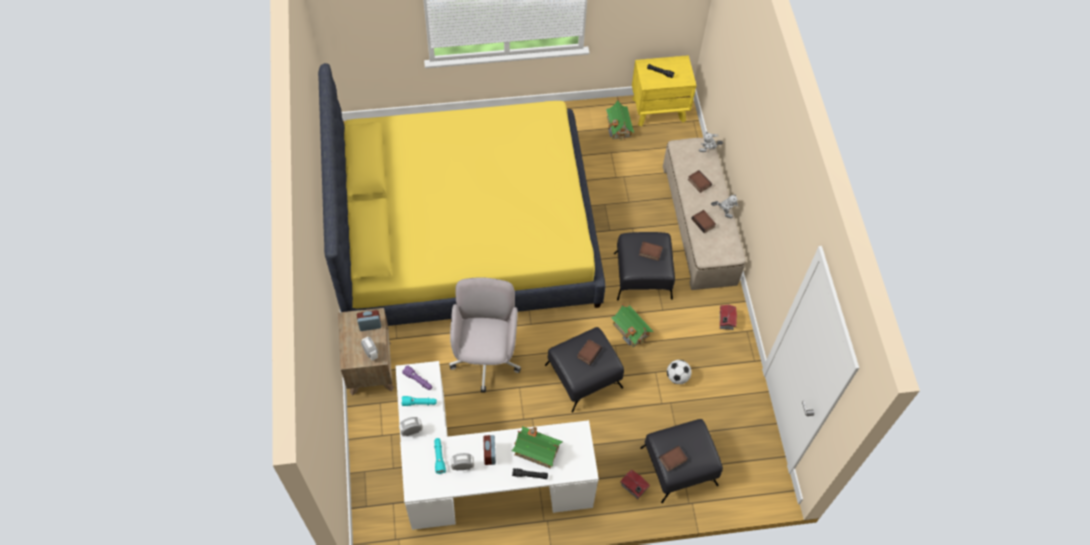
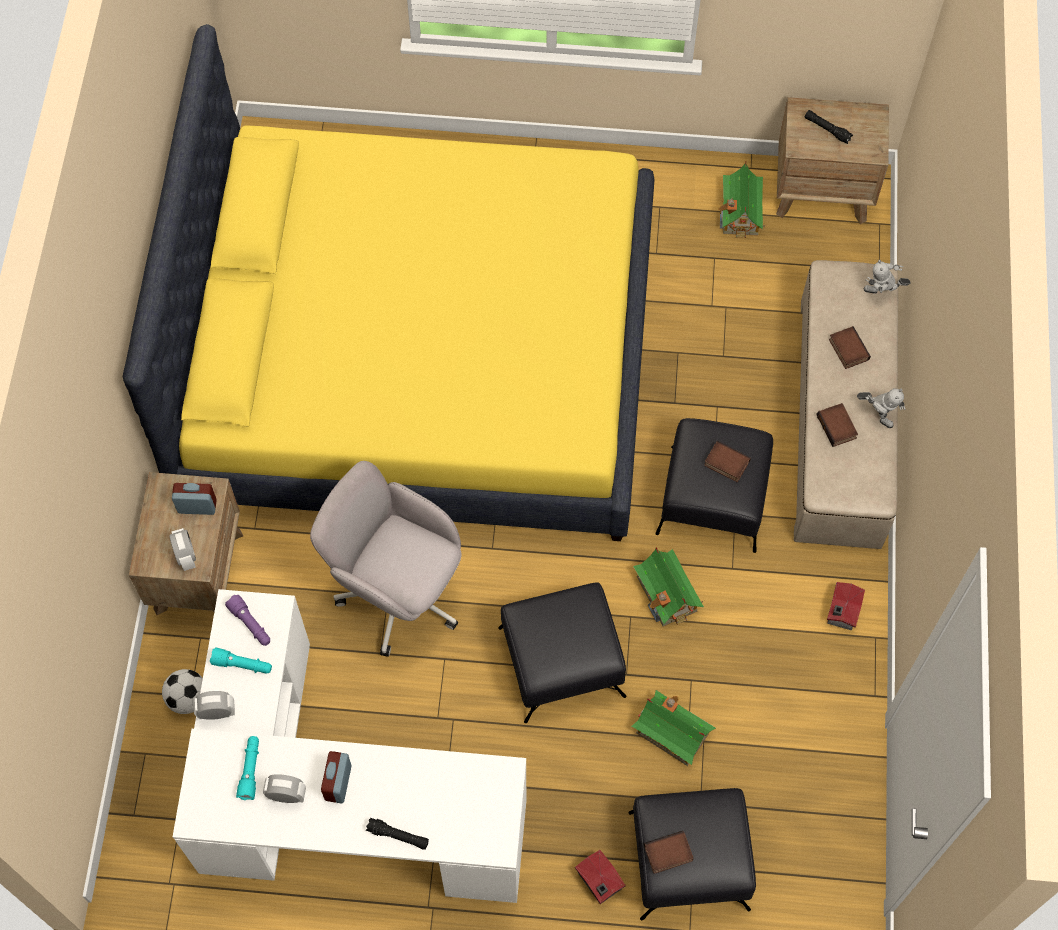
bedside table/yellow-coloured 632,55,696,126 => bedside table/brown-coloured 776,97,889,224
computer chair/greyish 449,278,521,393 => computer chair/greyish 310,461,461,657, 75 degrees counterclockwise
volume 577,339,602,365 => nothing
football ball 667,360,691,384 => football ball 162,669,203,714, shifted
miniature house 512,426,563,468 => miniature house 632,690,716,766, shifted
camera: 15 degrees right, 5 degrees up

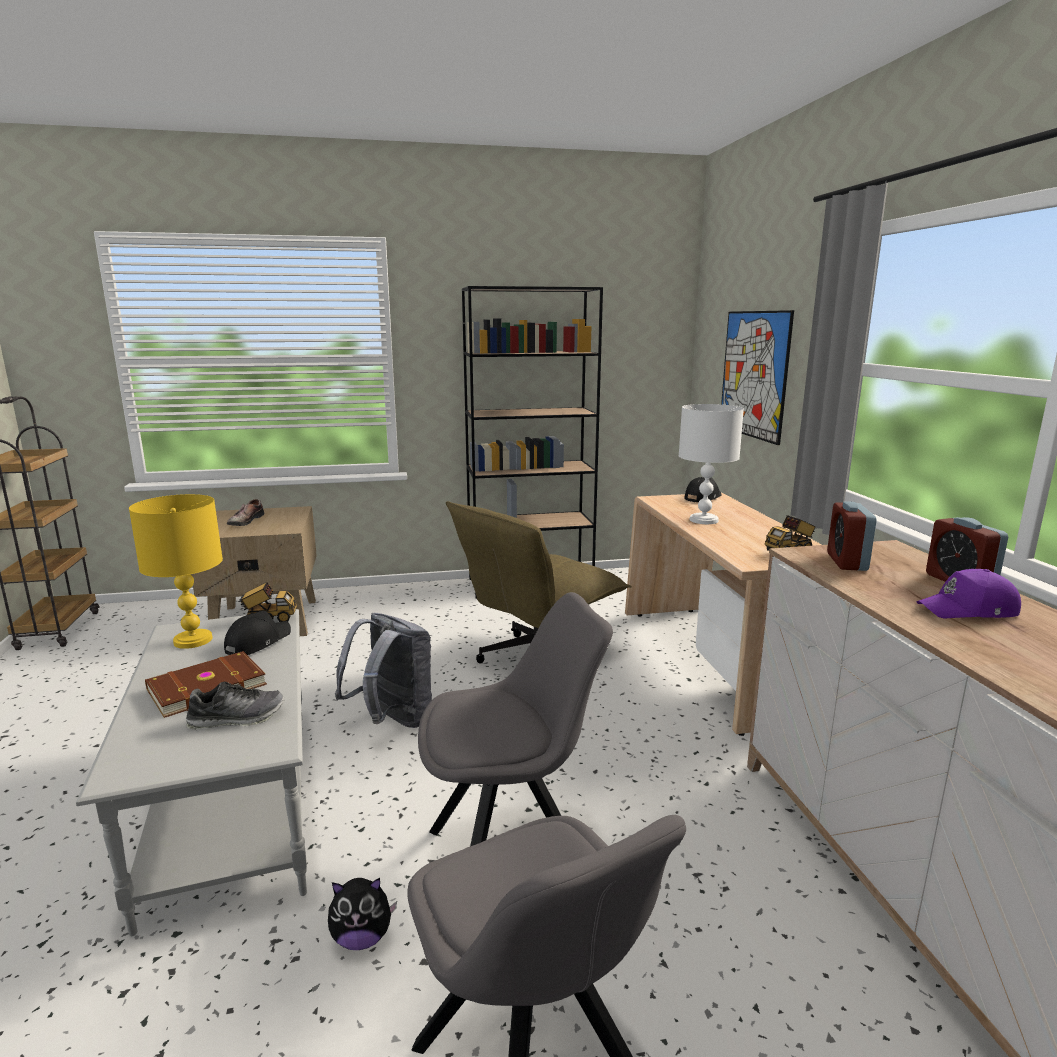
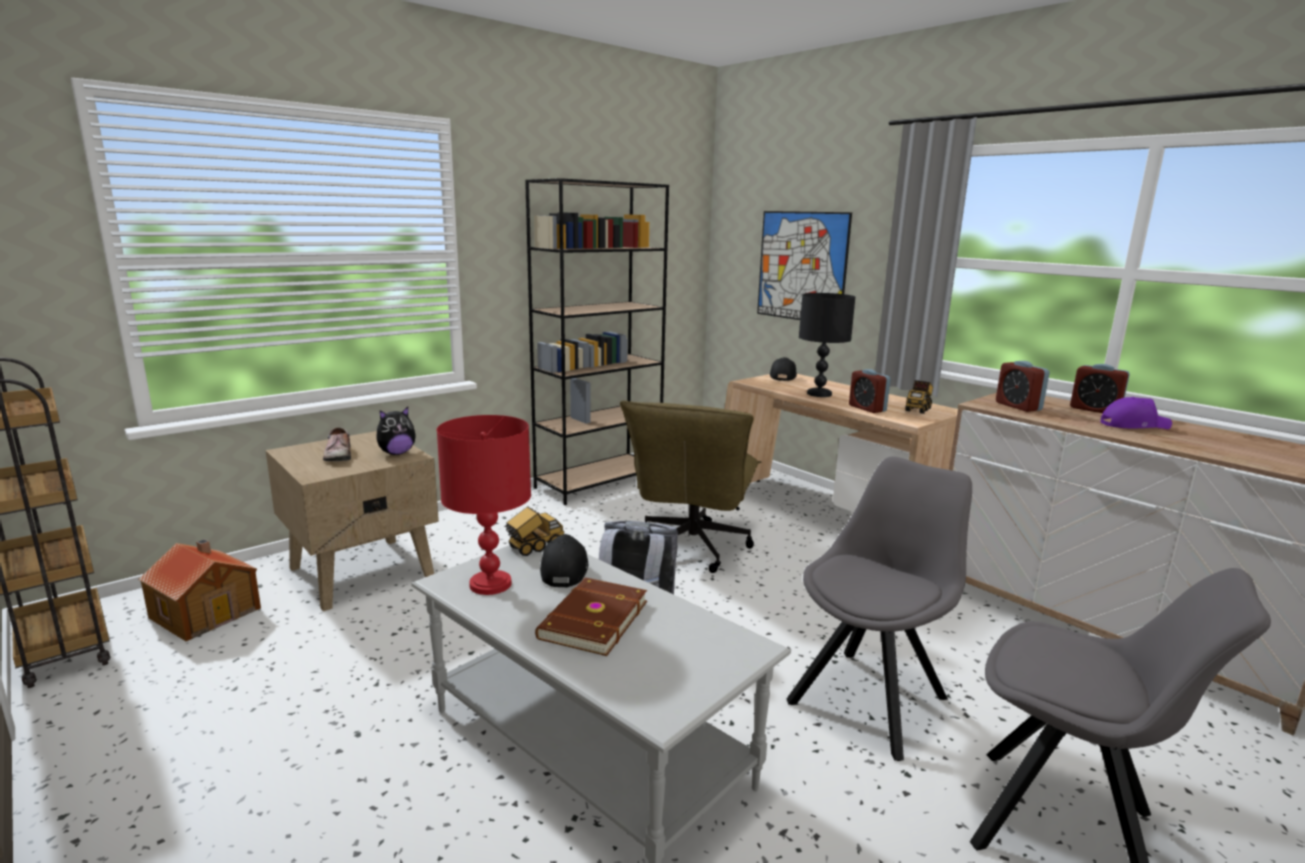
table lamp/white-coloured 679,404,744,524 => table lamp/black-coloured 799,293,855,397
table lamp/yellow-coloured 129,494,223,649 => table lamp/red-coloured 437,415,531,595
peaked cap/purple-coloured 917,569,1021,619 => peaked cap/purple-coloured 1101,397,1172,429, 150 degrees counterclockwise
item of footwear 186,682,284,730 => nothing
cuddly toy 328,878,397,950 => cuddly toy 376,407,416,455, shifted
nothing => bedside clock 849,369,891,413
nothing => miniature house 138,539,261,641
camera: 30 degrees left, 0 degrees up

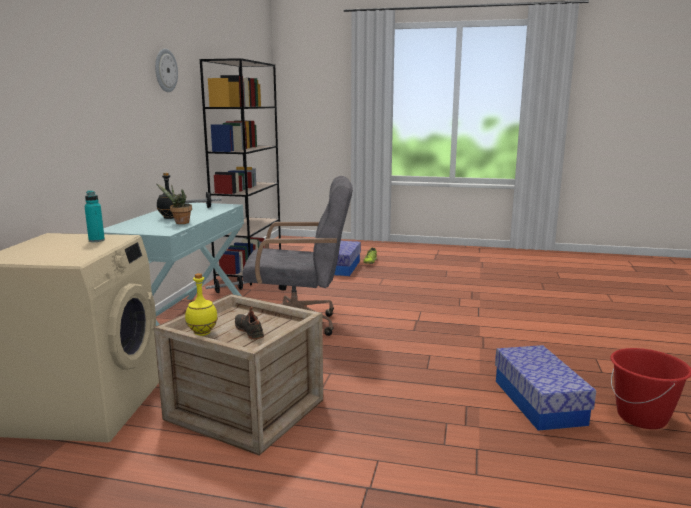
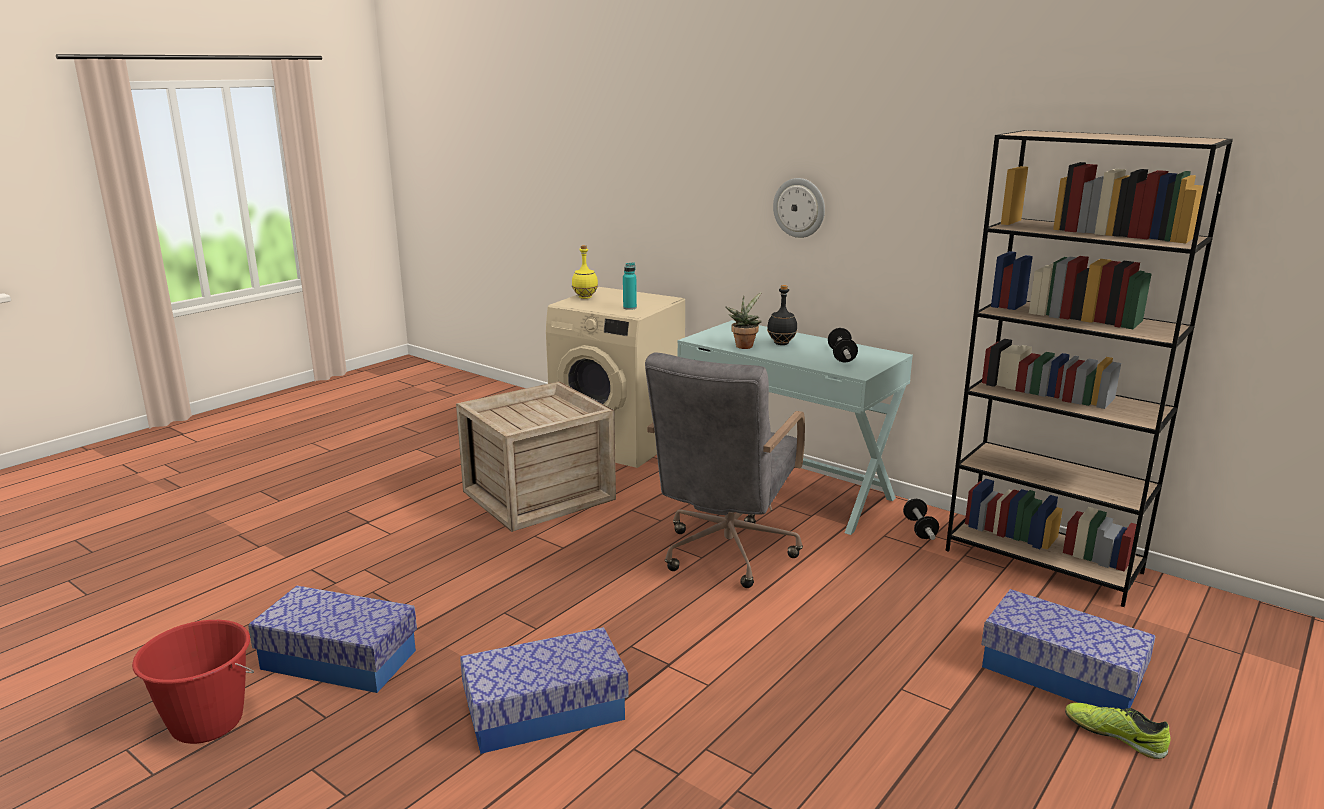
clock on the wall 155,49,178,92 => clock on the wall 773,178,825,238, shifted
bottle/yellow-coloured 185,273,218,336 => bottle/yellow-coloured 572,245,598,299, shifted
item of footwear/black-coloured 235,307,264,340 => nothing
nothing => storage box 460,627,629,754
camera: 115 degrees right, 5 degrees up

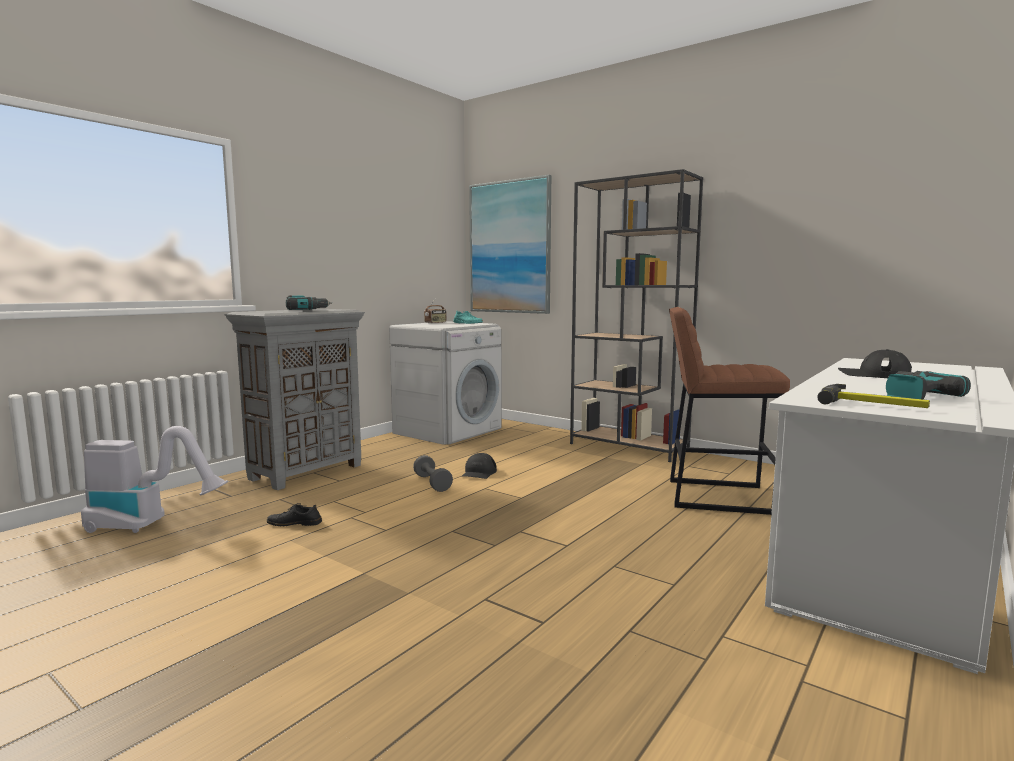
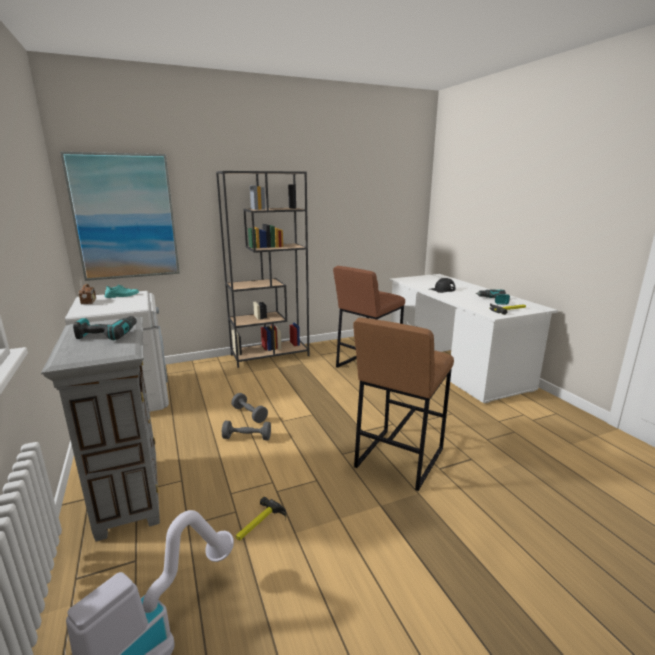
peaked cap/black-coloured 462,453,497,479 => dumbbell/greyish 231,393,268,423
item of footwear/black-coloured 267,503,322,526 => hammer 236,497,286,541
nothing => stool/brown-coloured 353,317,454,491
camera: 60 degrees left, 10 degrees up

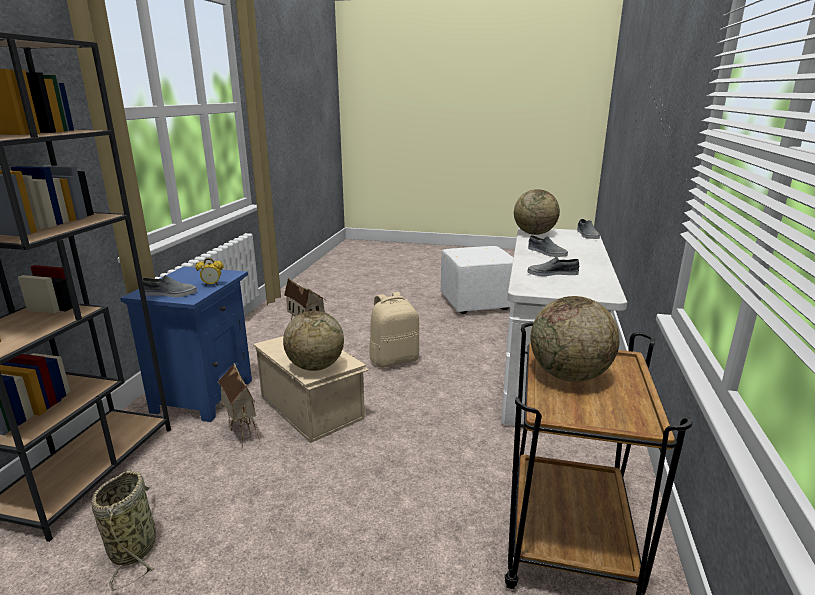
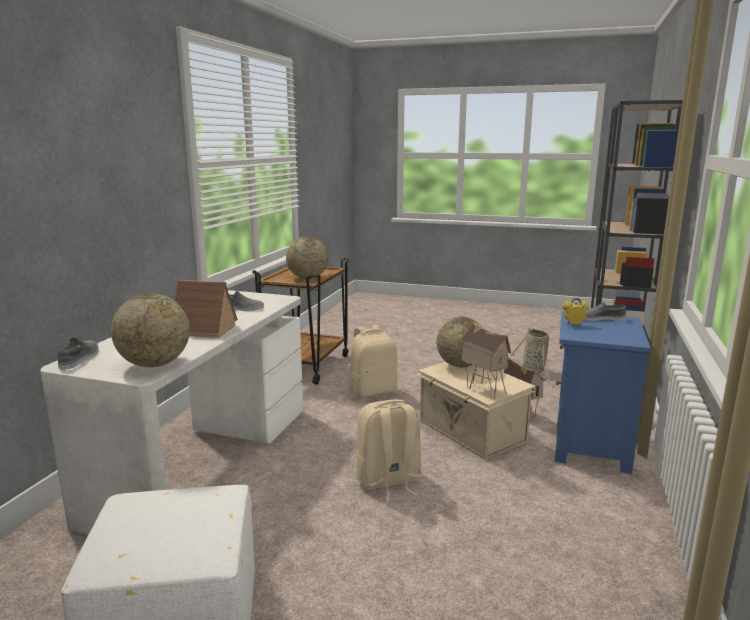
item of footwear/greyish 528,235,568,257 => miniature house 175,280,238,338
nothing => rucksack/beige 349,325,397,398
camera: 175 degrees left, 5 degrees down

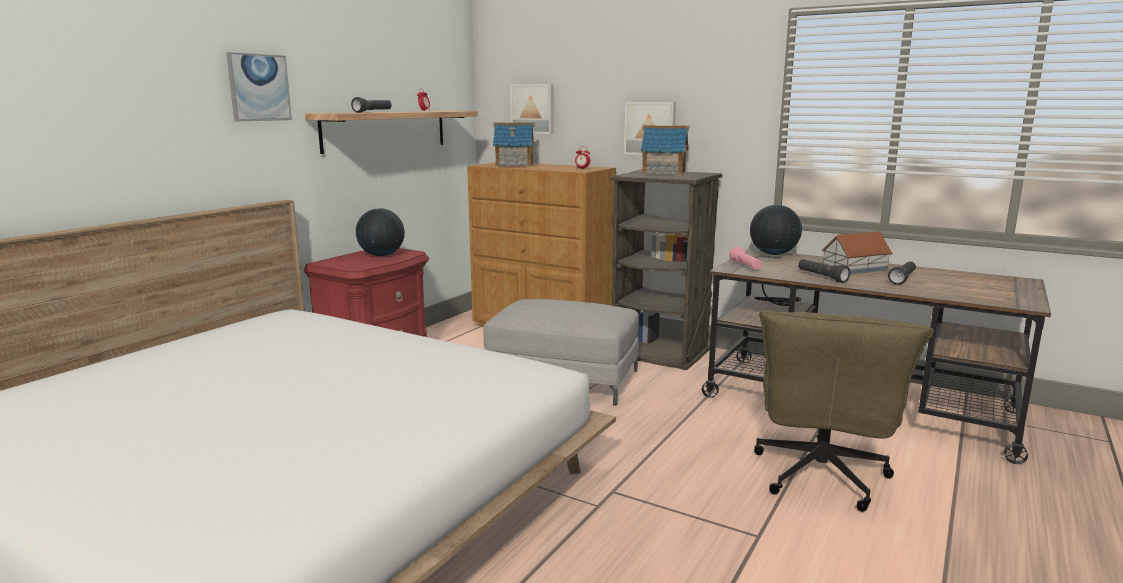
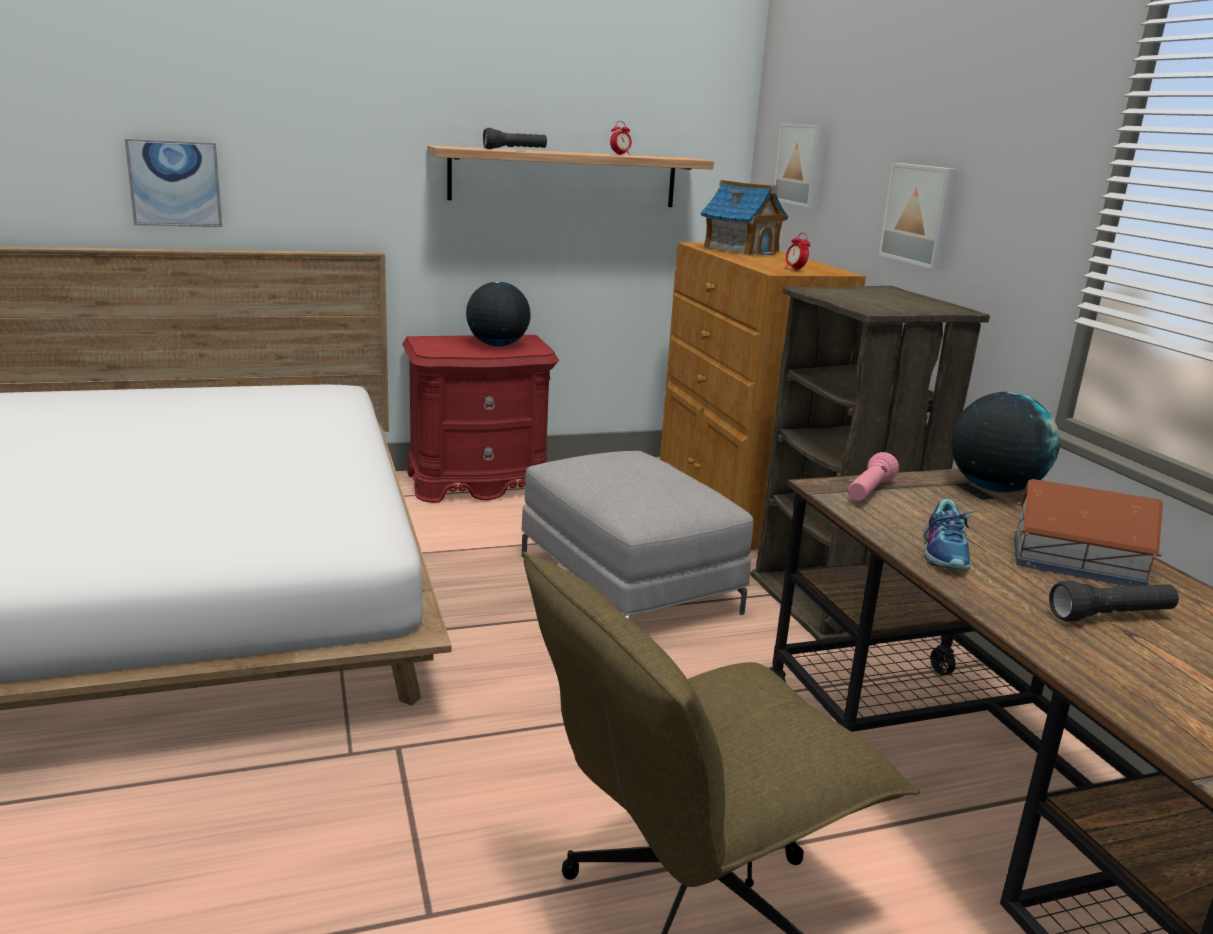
picture 226,52,292,121 => picture 125,139,222,227, shifted
miniature house 638,125,689,176 => nothing
torch/black-coloured 798,259,850,283 => item of footwear 924,499,979,570
camera: 40 degrees right, 5 degrees up

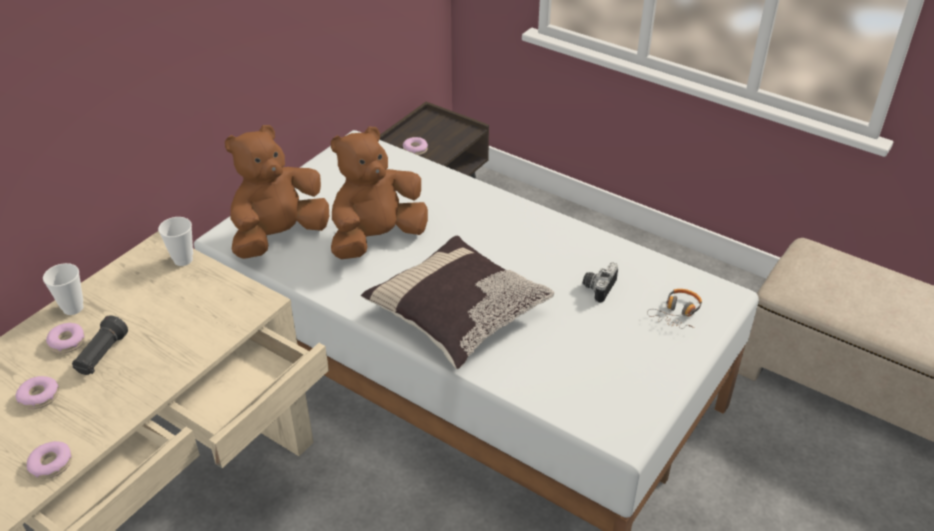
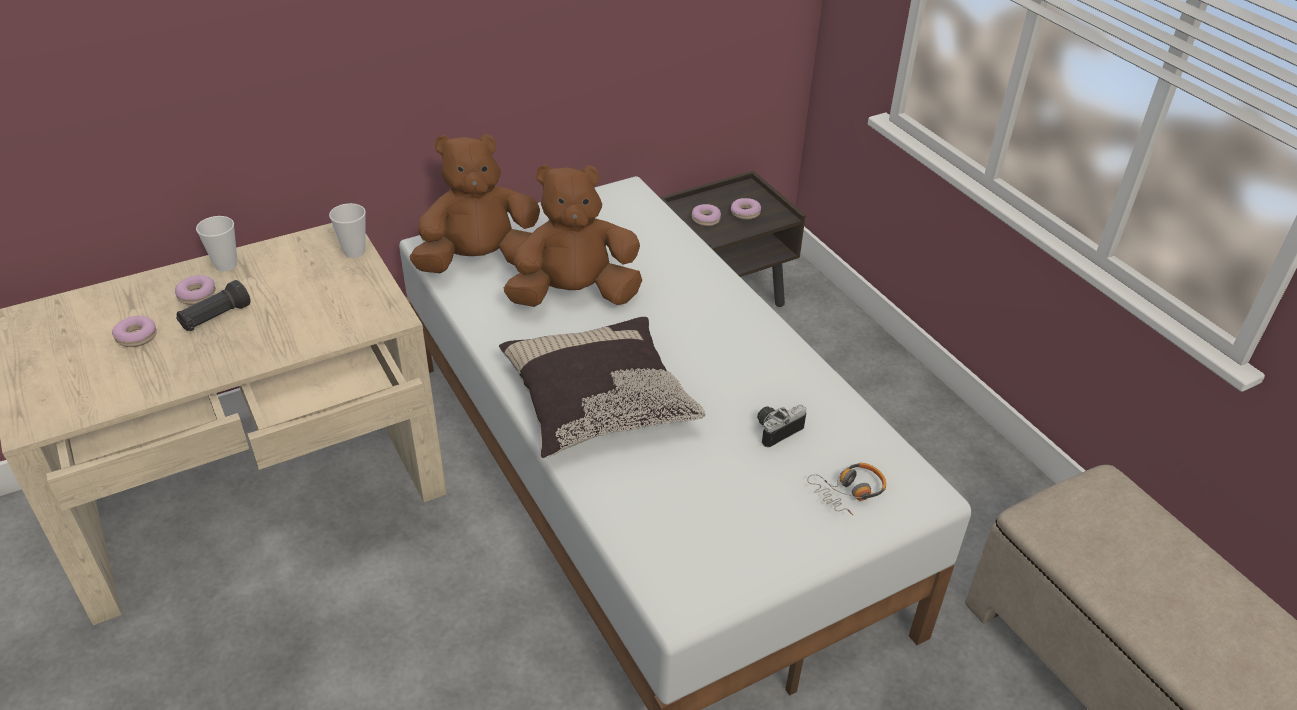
doughnut 27,441,72,479 => doughnut 731,198,761,220, shifted
camera: 25 degrees right, 0 degrees up

